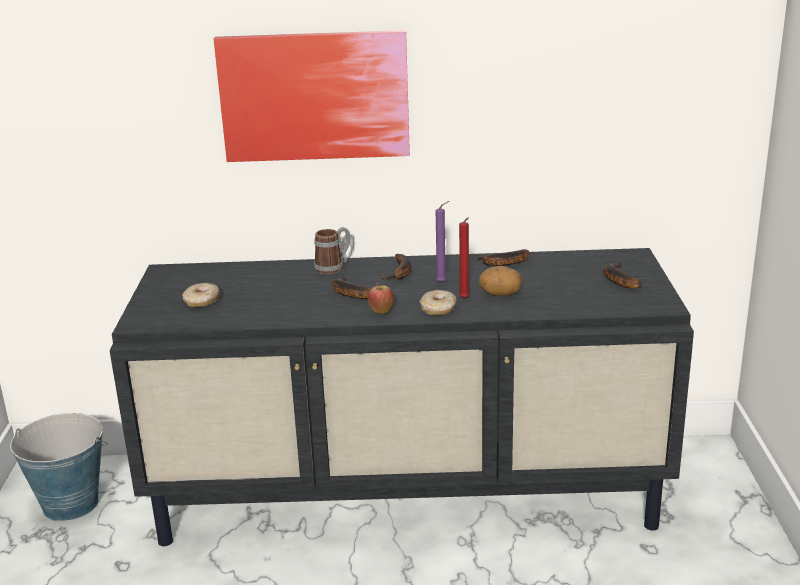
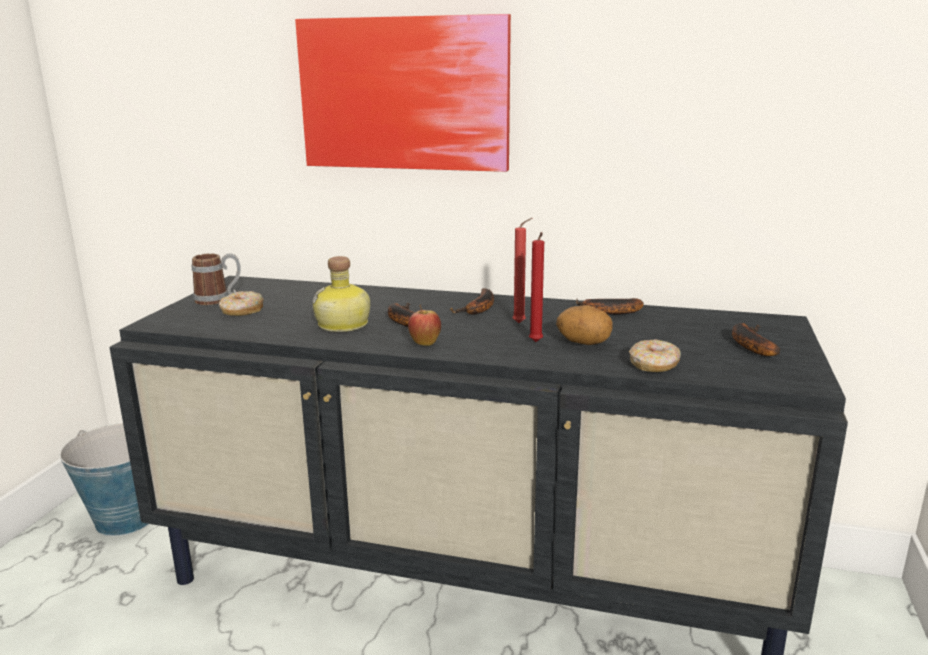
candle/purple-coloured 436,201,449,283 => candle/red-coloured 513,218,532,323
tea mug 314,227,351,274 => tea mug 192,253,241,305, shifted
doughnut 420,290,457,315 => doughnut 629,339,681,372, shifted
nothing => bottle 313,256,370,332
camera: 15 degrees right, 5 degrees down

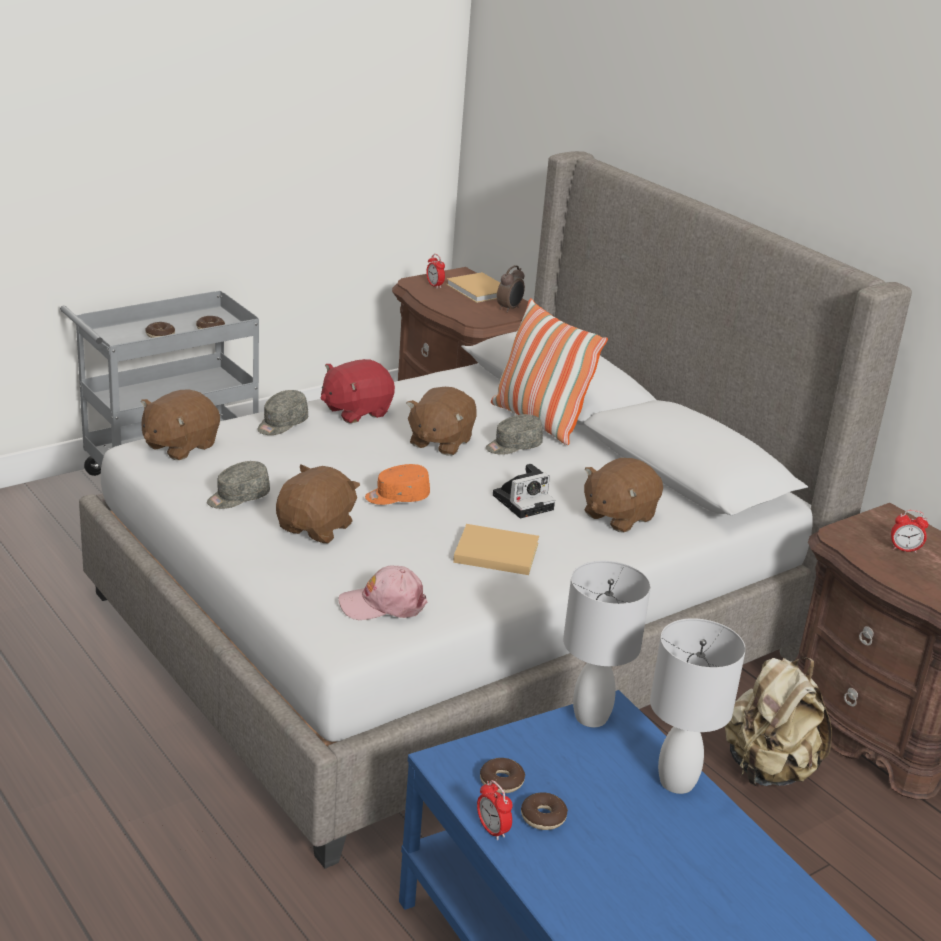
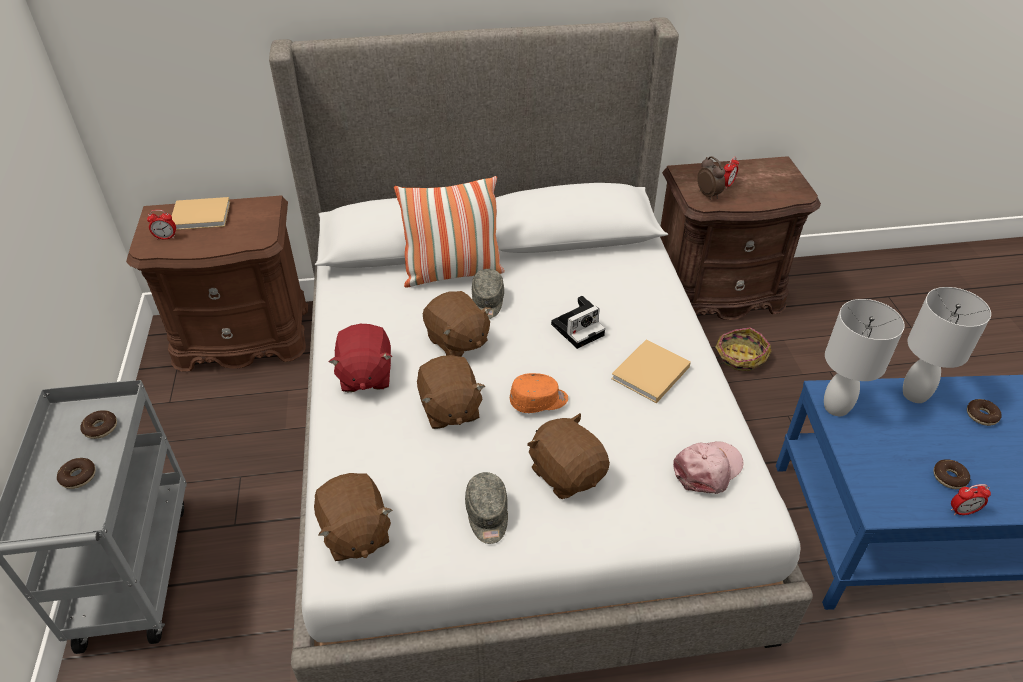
bedside clock 497,265,525,313 => bedside clock 697,156,725,200, shifted
peaked cap/greyish 257,390,308,435 => nothing
cuddly toy/brown-coloured 584,458,663,533 => cuddly toy/brown-coloured 417,355,485,429, shifted
peaked cap/orange-coloured 365,464,430,505 => peaked cap/orange-coloured 510,373,568,413, 120 degrees counterclockwise
still camera 493,464,555,518 => still camera 551,296,605,349, 60 degrees clockwise
peaked cap/pinkish 339,565,427,620 => peaked cap/pinkish 673,441,744,494, 150 degrees counterclockwise
rucksack/beige 725,657,832,786 => household basket 715,327,771,371
doughnut 480,758,525,793 => doughnut 967,399,1002,426, shifted
camera: 60 degrees left, 15 degrees up

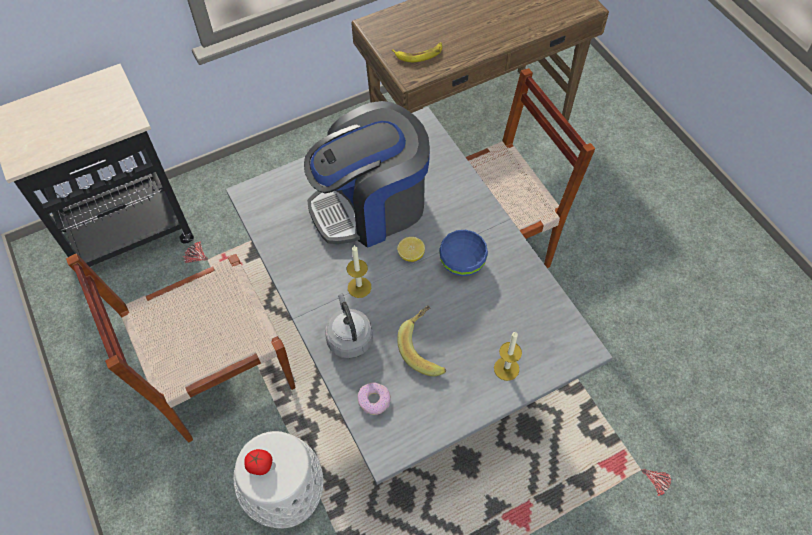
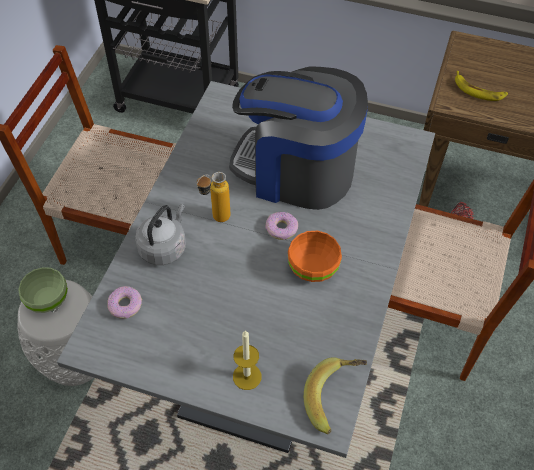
serving bowl/bluish 439,230,488,276 => serving bowl/orange-coloured 288,231,342,282
citrus fruit 397,237,425,262 => doughnut 265,212,298,240
candle 347,245,371,298 => bottle 197,172,231,222
banana fruit 397,305,446,376 => banana fruit 304,357,367,434, shifted
tomato 244,449,272,475 => serving bowl/green-coloured 18,267,68,313
camera: 45 degrees right, 5 degrees down

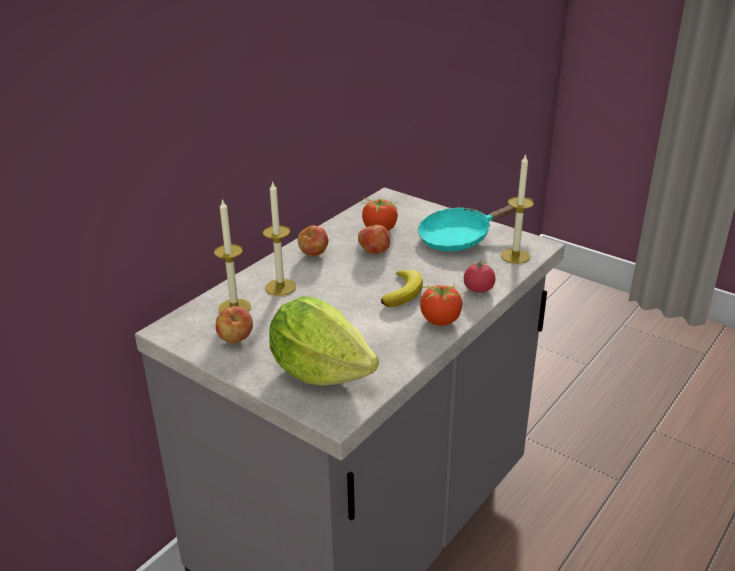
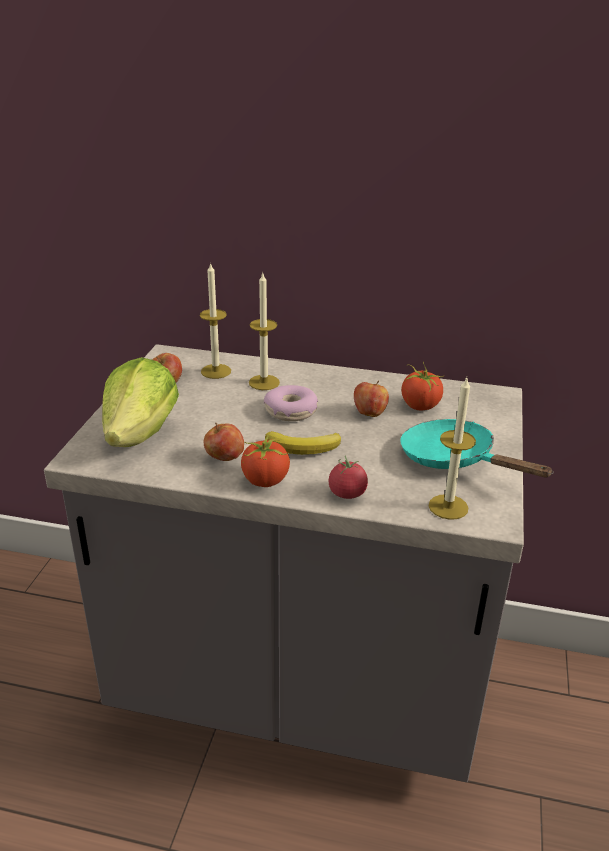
whole apple 298,226,328,256 => whole apple 204,423,244,461, shifted
nothing => doughnut 264,385,318,421
camera: 65 degrees right, 0 degrees up

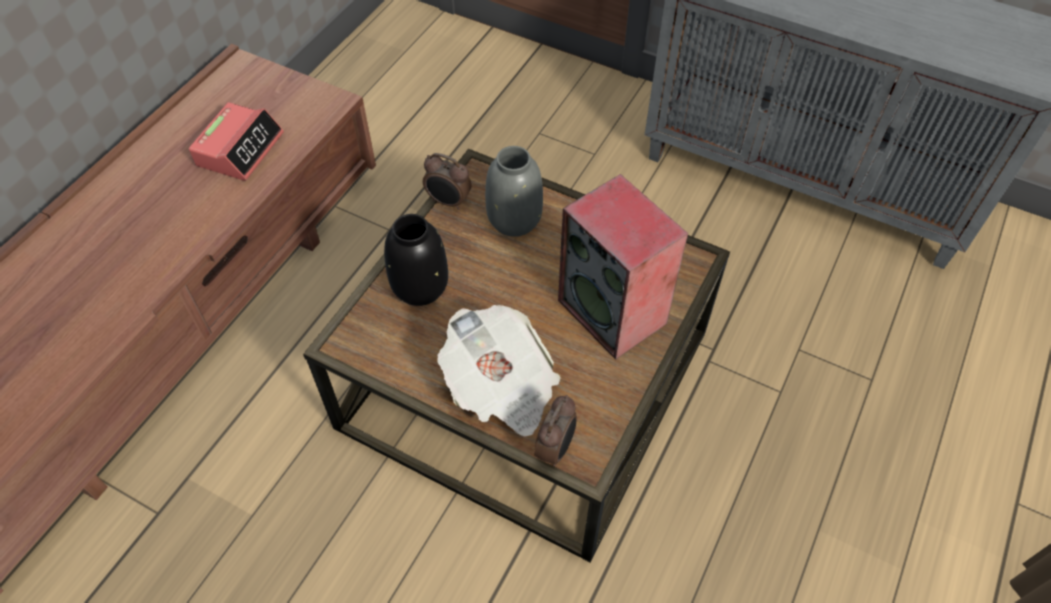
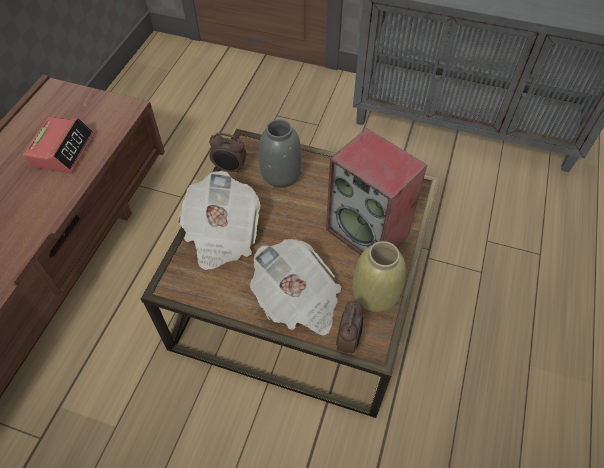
vase/black-coloured 384,214,448,306 => printed paper 178,171,261,270
nothing => vase/beige 352,241,406,312
camera: 10 degrees left, 0 degrees up

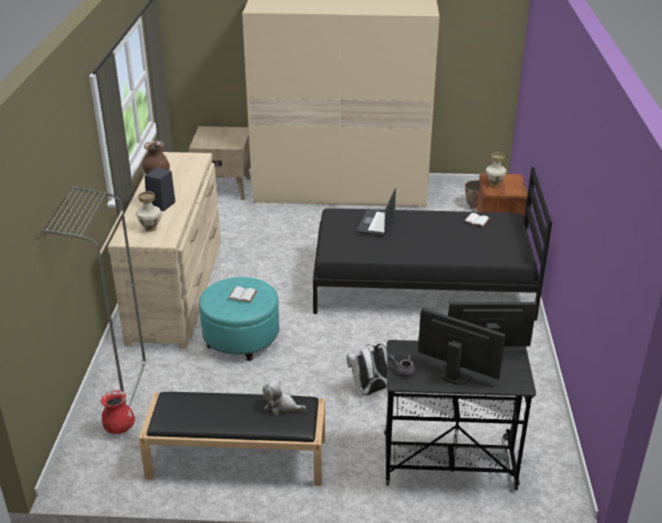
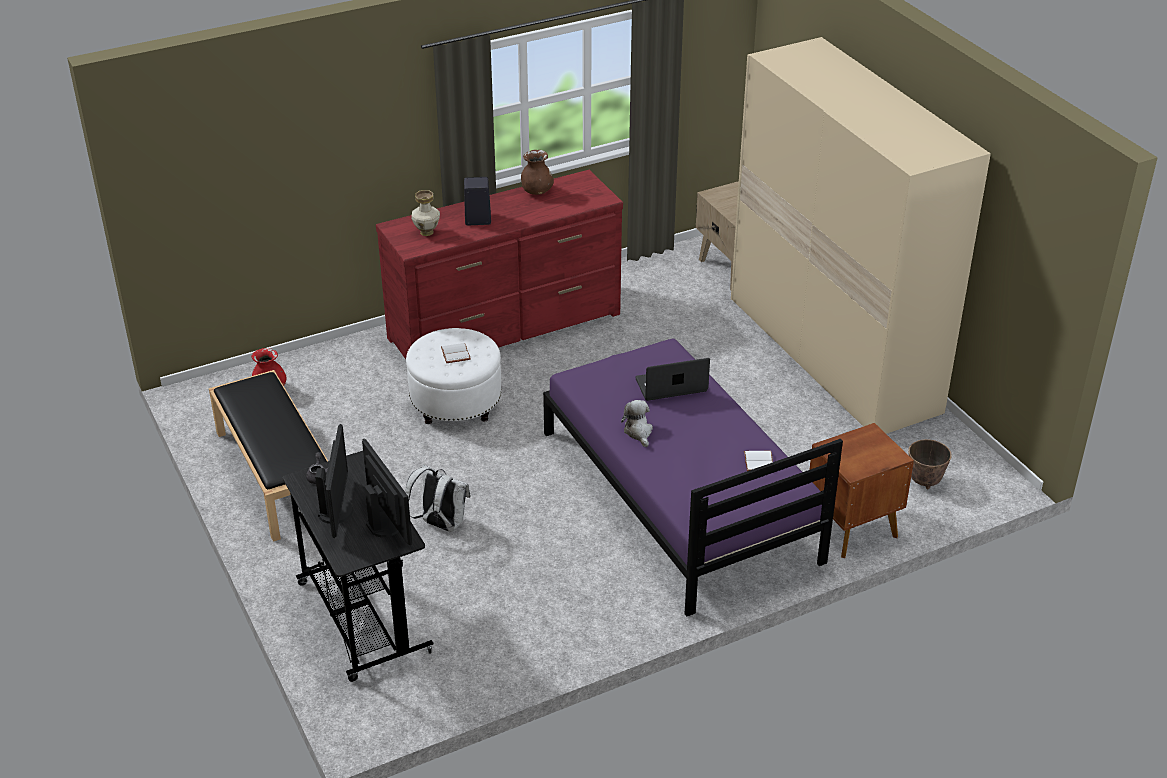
drawer chest/beige 108,152,221,349 => drawer chest/red-coloured 376,170,623,359
vase 485,153,507,186 => nothing
sleeping bed/black-coloured 313,167,552,321 => sleeping bed/purple-coloured 543,339,843,616
clothes rack/greyish 44,187,146,407 => nothing
pouffe/turquoise 199,277,279,361 => pouffe/white-coloured 406,328,501,424
cuddly toy 262,379,306,415 => cuddly toy 621,400,653,447, shifted
camera: 60 degrees right, 5 degrees up

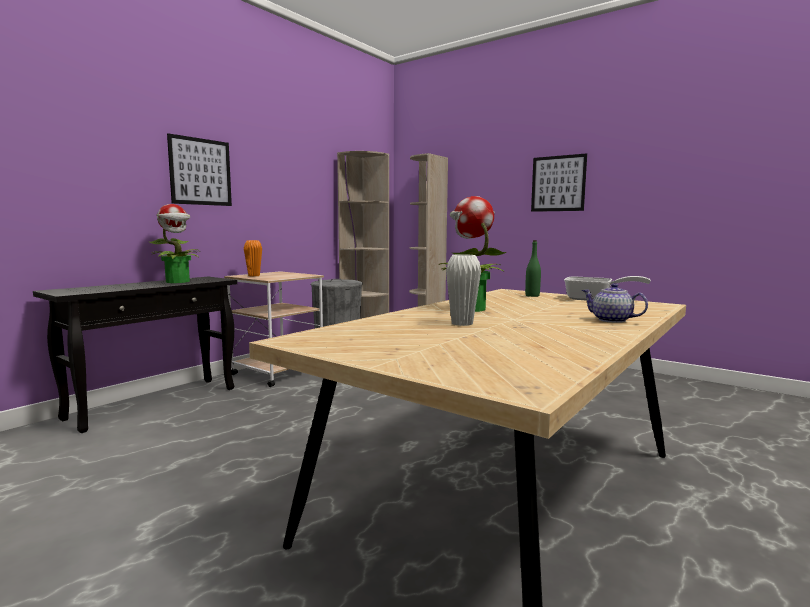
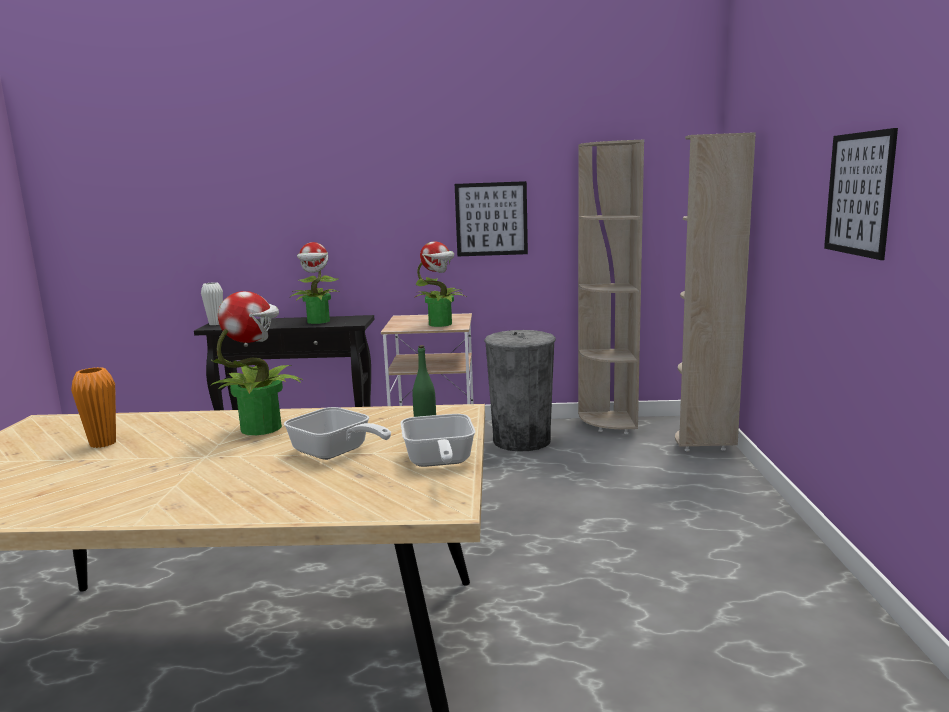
picture 167,133,232,206 => picture 455,181,528,256, shifted
vase/orange-coloured 244,240,262,276 => vase/orange-coloured 71,367,116,448, shifted
vase/white-coloured 446,254,481,326 => vase/white-coloured 201,282,223,325, shifted
tea pot 582,283,648,323 => nothing
nothing => houseplant 414,241,466,327
nothing => frying pan 284,407,391,460
camera: 55 degrees right, 5 degrees up

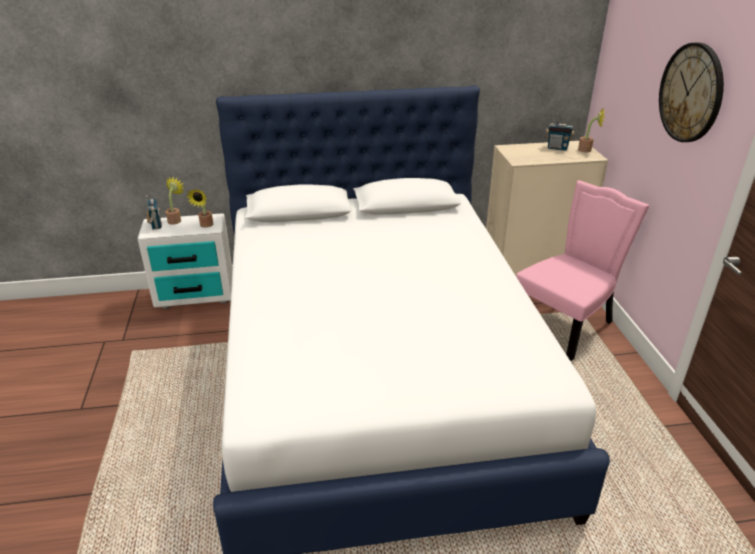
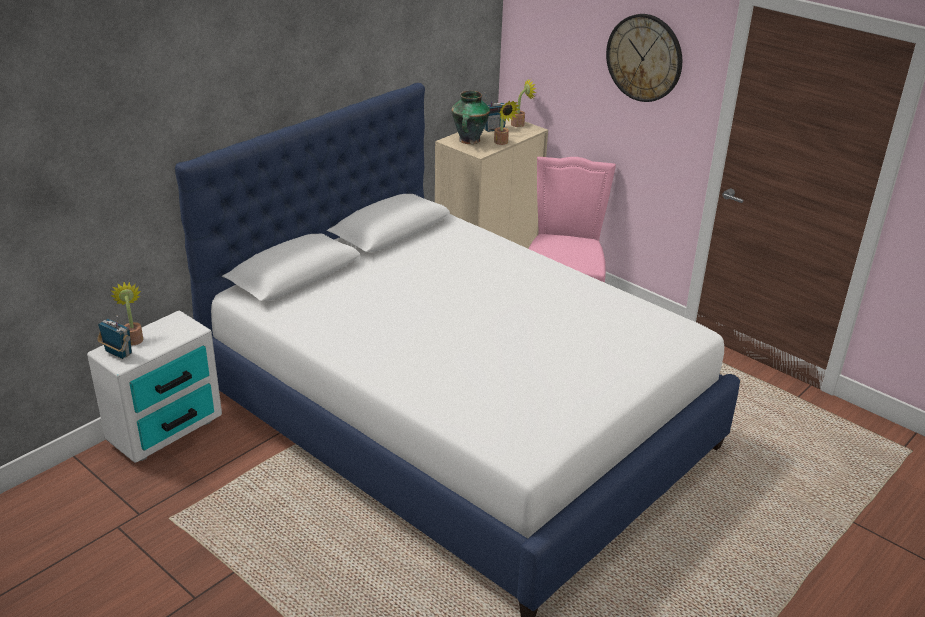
houseplant 186,189,213,228 => houseplant 494,101,520,145, shifted
nothing => vase 451,91,490,144
camera: 40 degrees left, 0 degrees up

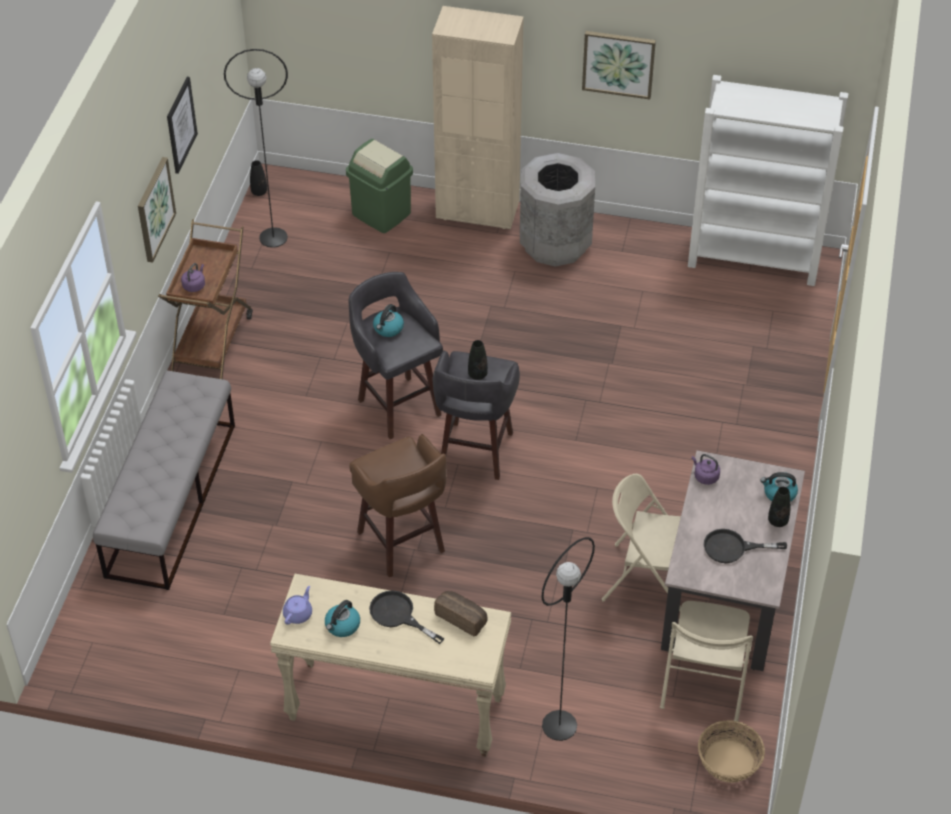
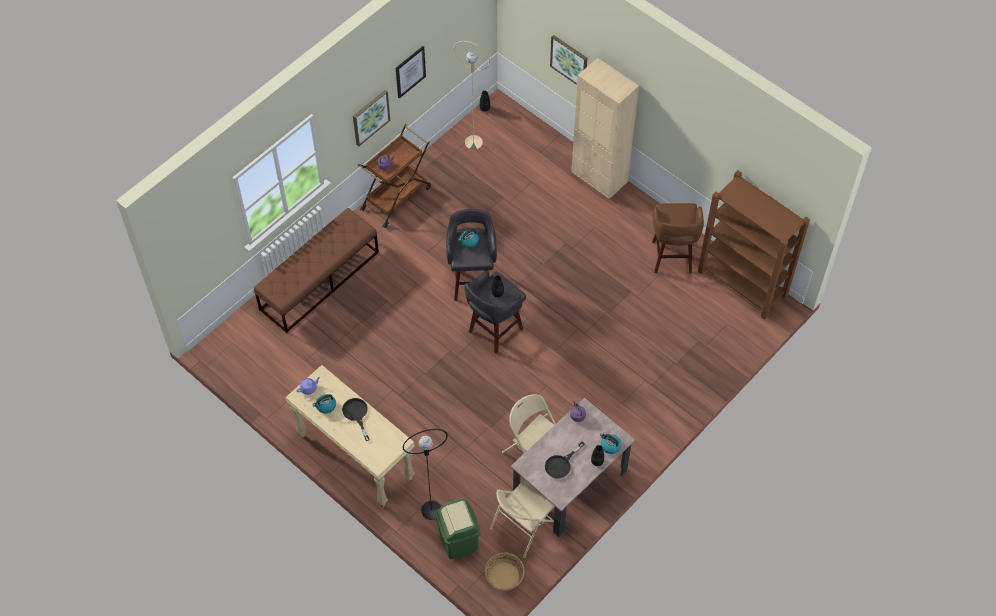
picture 582,31,656,99 => picture 550,35,587,85, shifted
standing lamp/black-coloured 224,49,288,248 => standing lamp/beige 454,41,490,150
bookcase/white-coloured 688,75,848,286 => bookcase/brown-coloured 698,170,810,320
trash can/green-coloured 346,139,413,233 => trash can/green-coloured 435,498,481,559, shifted
trash can/greyish 520,153,595,267 => nothing
bench/greyish 93,371,235,590 => bench/brown-coloured 254,208,379,333
stool/brown-coloured 349,434,447,578 => stool/brown-coloured 652,203,704,273, shifted
frying pan/black-coloured 704,529,787,563 => frying pan/black-coloured 545,442,585,478, 75 degrees counterclockwise
baked bread 434,591,488,636 => nothing
camera: 30 degrees right, 10 degrees up

